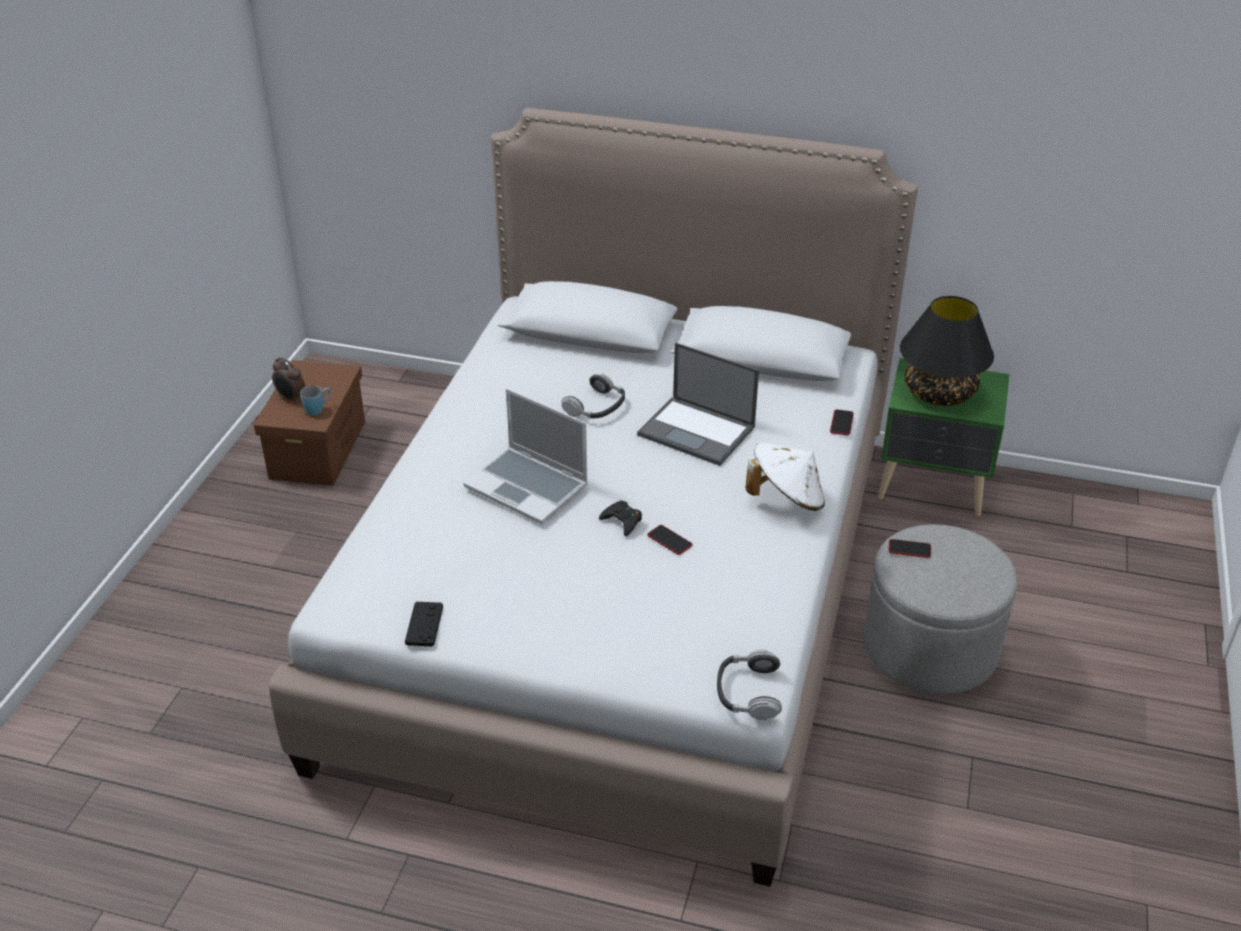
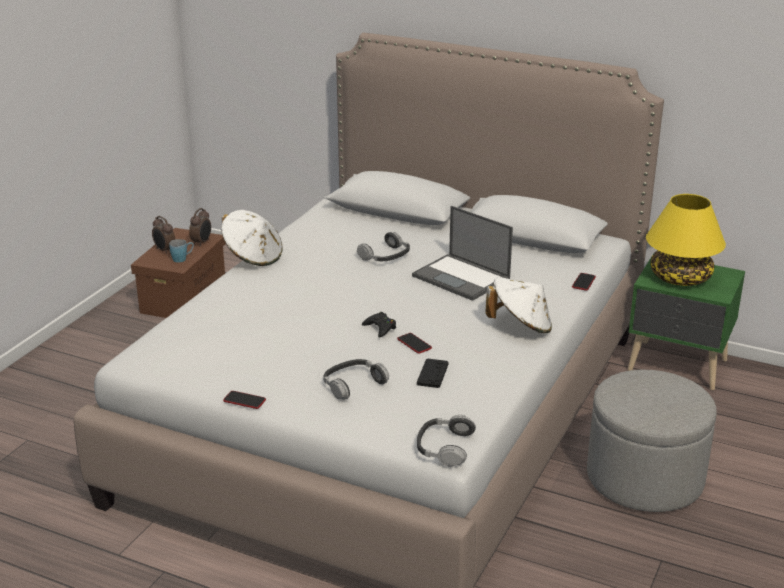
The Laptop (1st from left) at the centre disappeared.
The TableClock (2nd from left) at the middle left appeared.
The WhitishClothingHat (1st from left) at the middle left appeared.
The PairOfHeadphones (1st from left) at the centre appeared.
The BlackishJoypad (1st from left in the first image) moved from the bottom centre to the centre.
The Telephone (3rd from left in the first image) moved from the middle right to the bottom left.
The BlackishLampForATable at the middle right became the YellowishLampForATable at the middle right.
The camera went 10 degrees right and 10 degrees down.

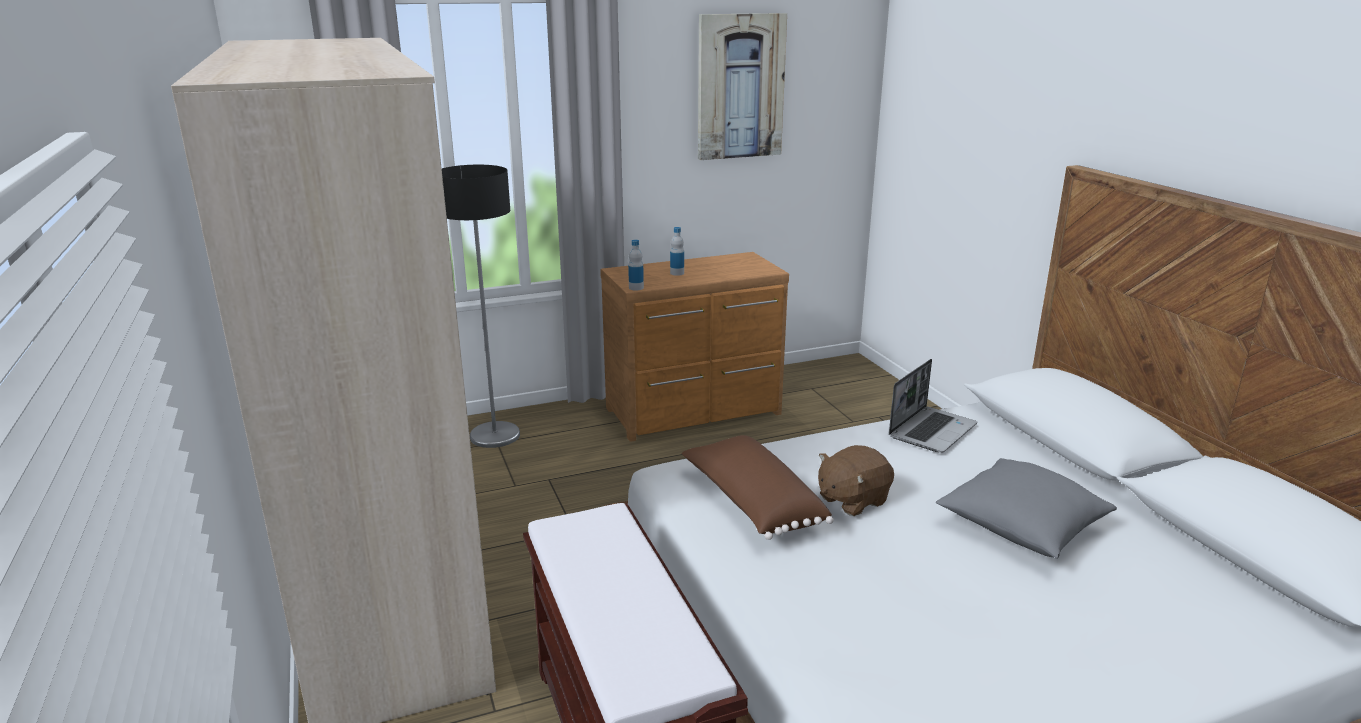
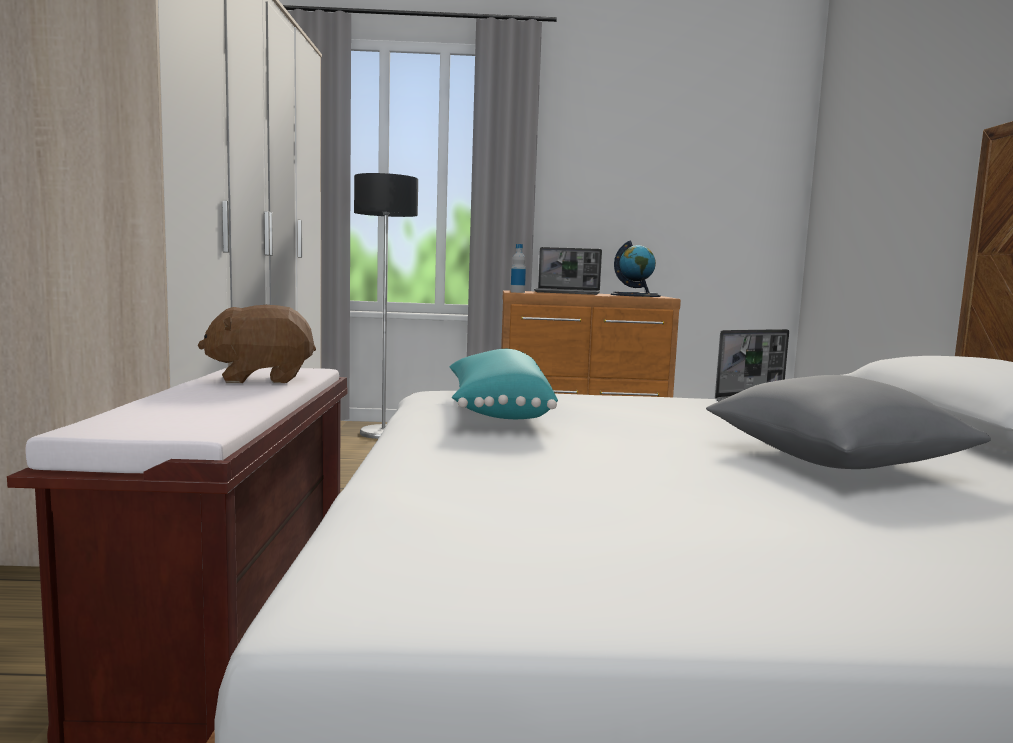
The Picture at the top centre disappeared.
The WorldGlobe at the centre appeared.
The BrownishCuddlyToy moved from the centre to the middle left.
The BeverageBottle (2nd from left) at the centre was replaced by the Laptop (1st from left) at the centre.
The BrownishThrowPillow at the bottom centre became the BlueGreenThrowPillow at the centre.
The camera went 20 degrees right and 15 degrees down.

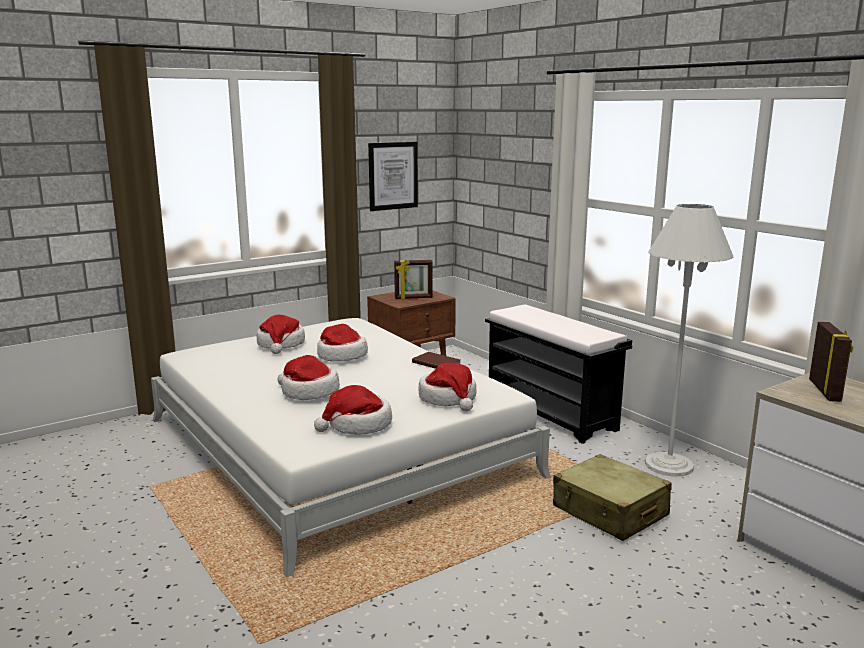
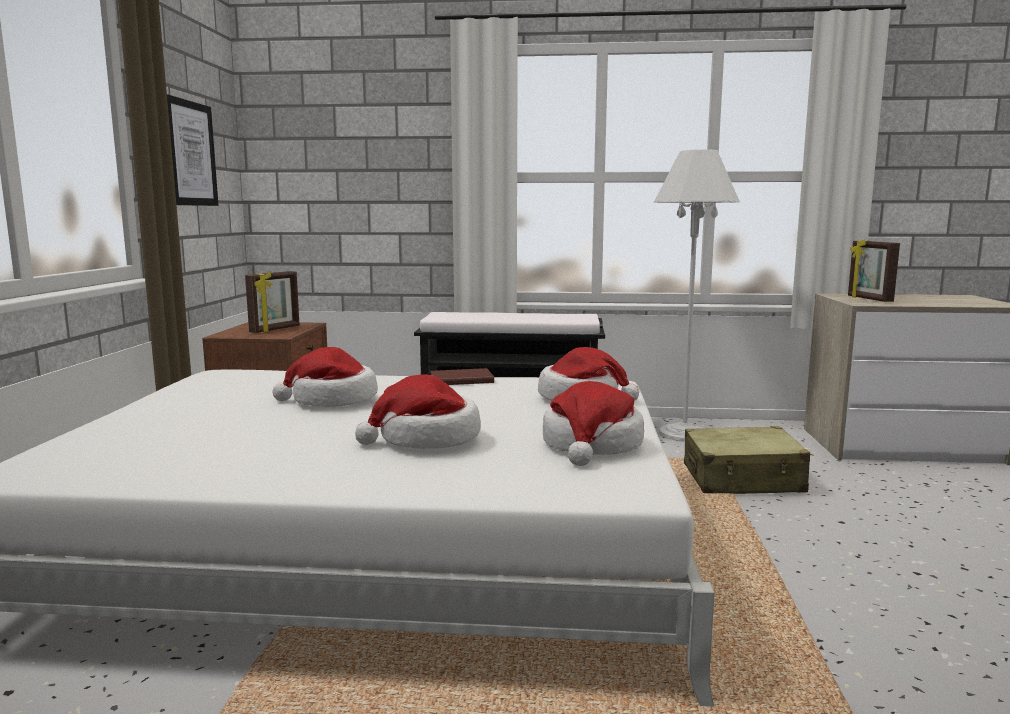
The ClothingHat (1st from left) at the middle left disappeared.
The StandingFrame (2nd from left) at the middle right turned 150 degrees counterclockwise.
The camera went 50 degrees left and 5 degrees down.

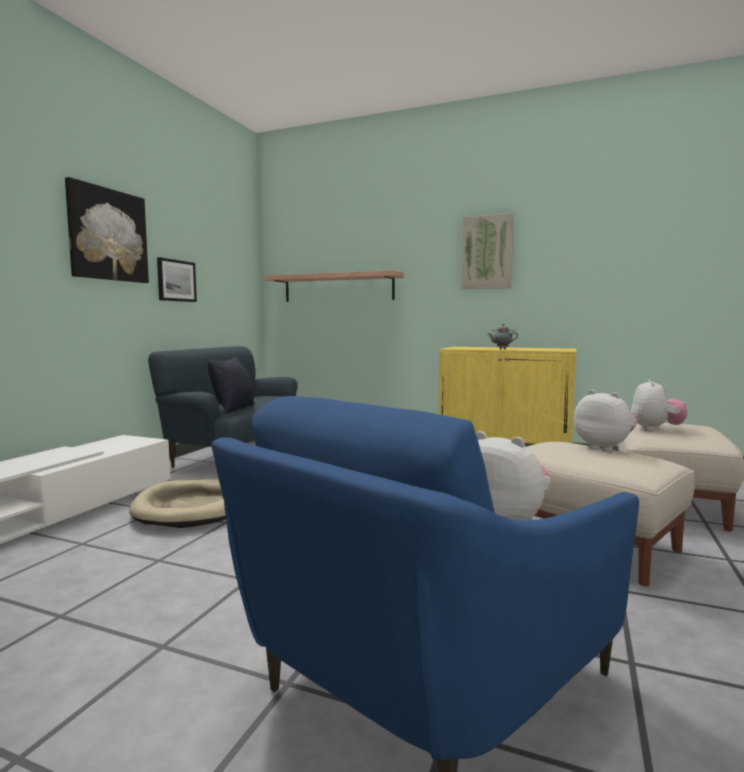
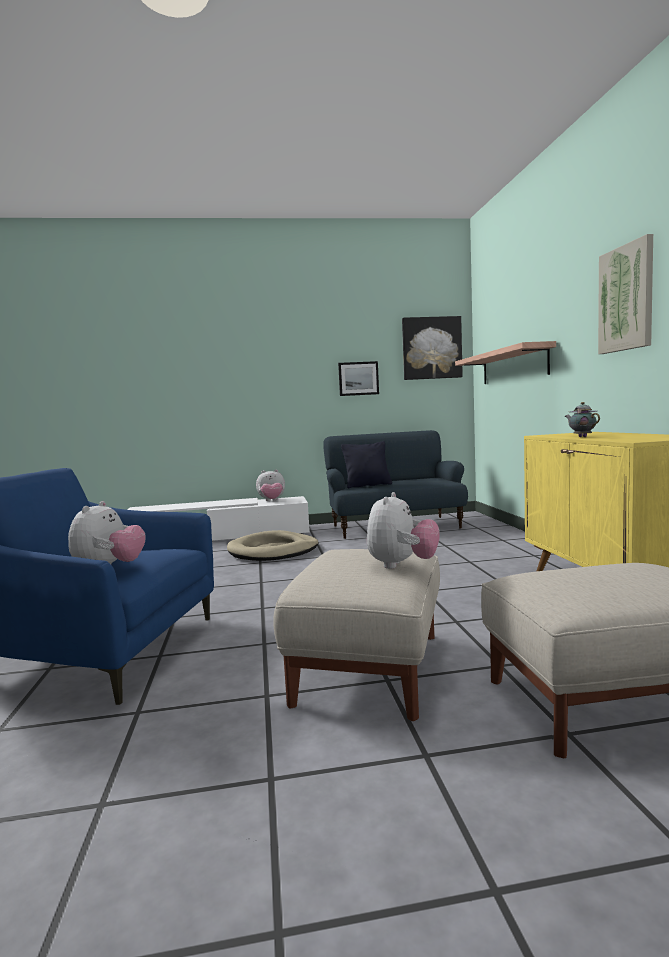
The Picture (1st from left in the first image) moved from the top left to the centre.
The CuddlyToy (3rd from left in the first image) moved from the middle right to the centre.
The camera went 60 degrees right and 0 degrees up.

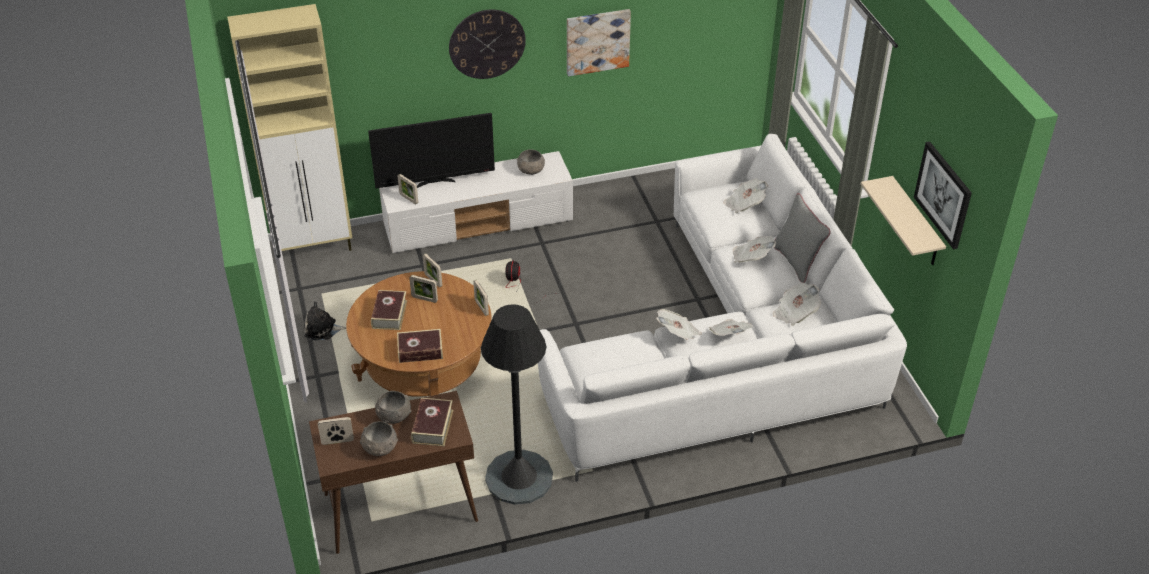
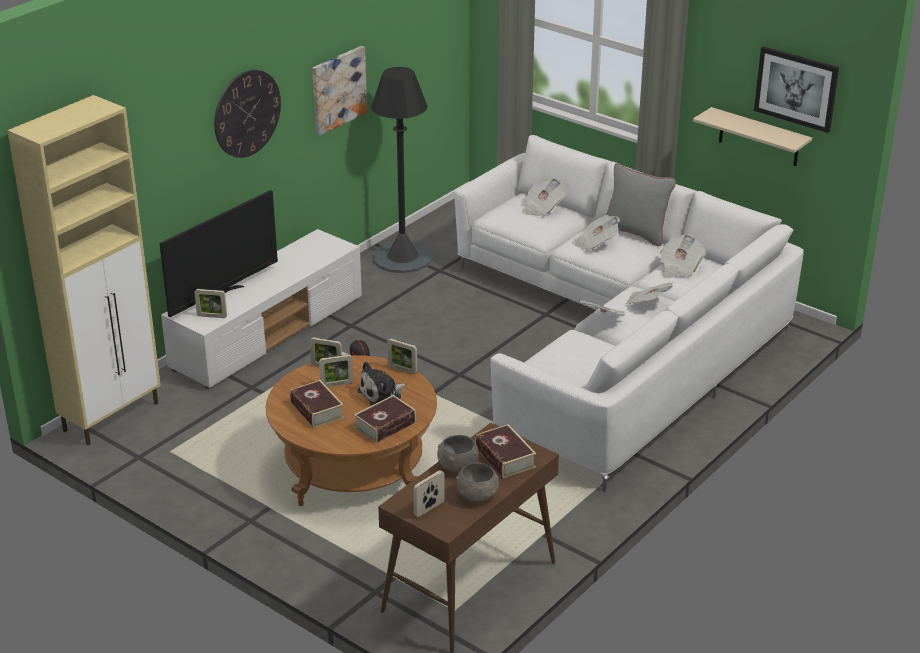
The GrayDeepDish (3rd from left) at the top centre disappeared.
The CuddlyToy moved from the middle left to the centre.
The BlackishFloorLamp moved from the bottom centre to the top centre.
The camera went 35 degrees left and 10 degrees down.

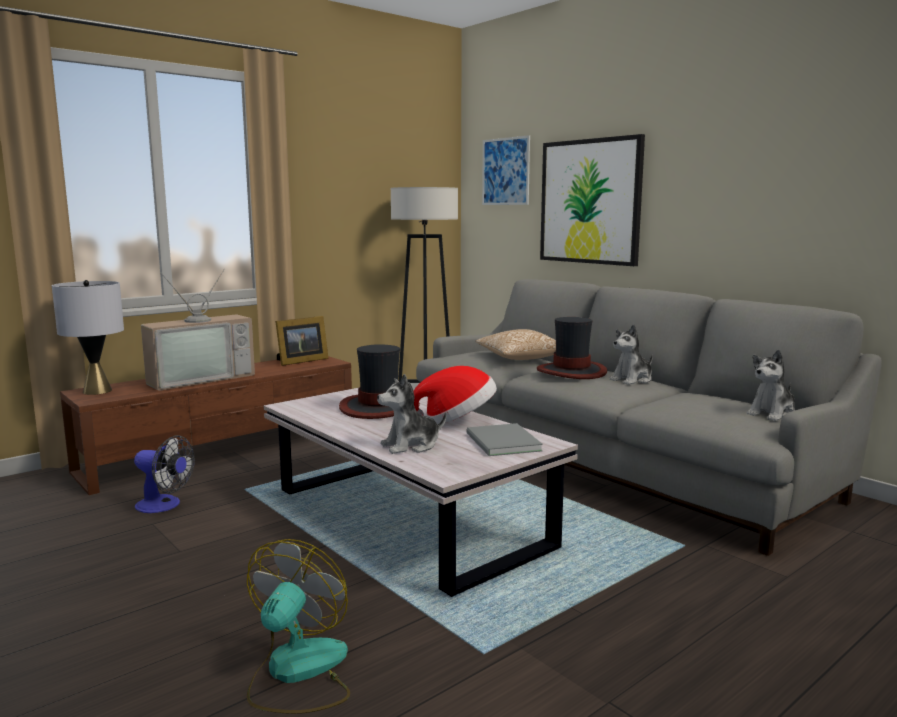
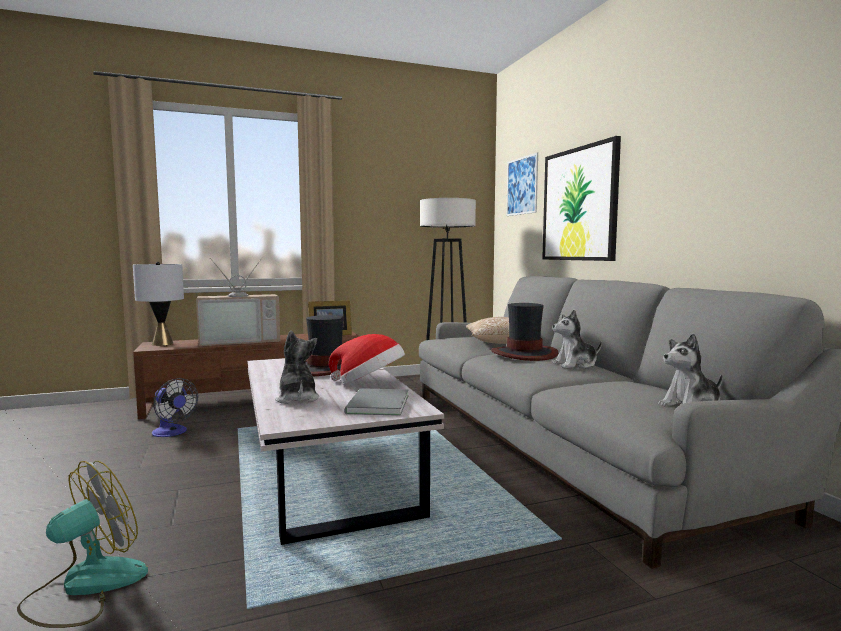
The CuddlyToy (1st from left) at the centre turned 75 degrees clockwise.
The camera went 20 degrees right and 5 degrees down.

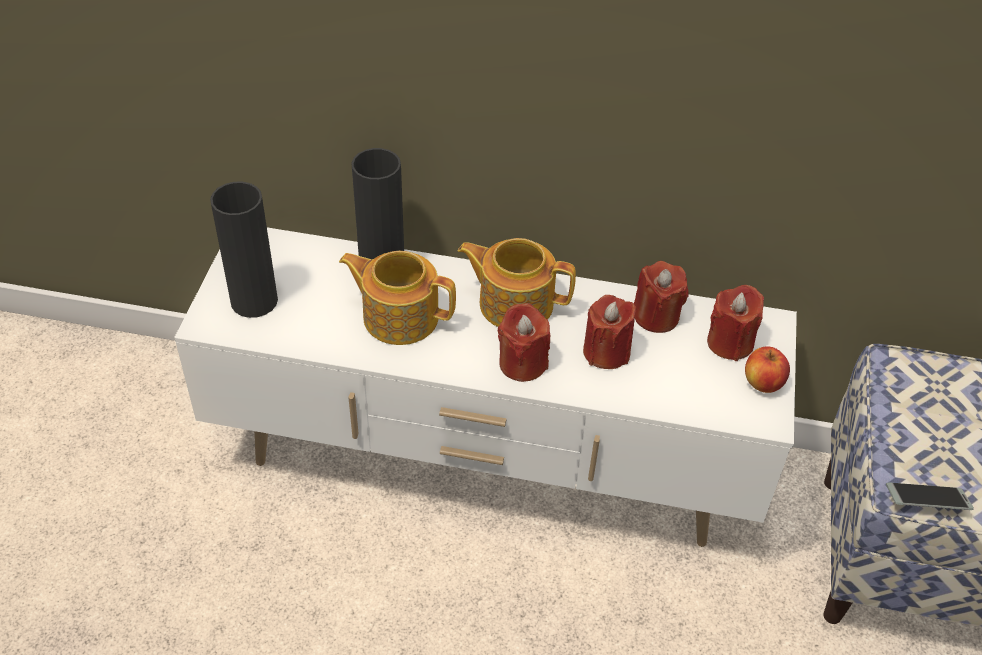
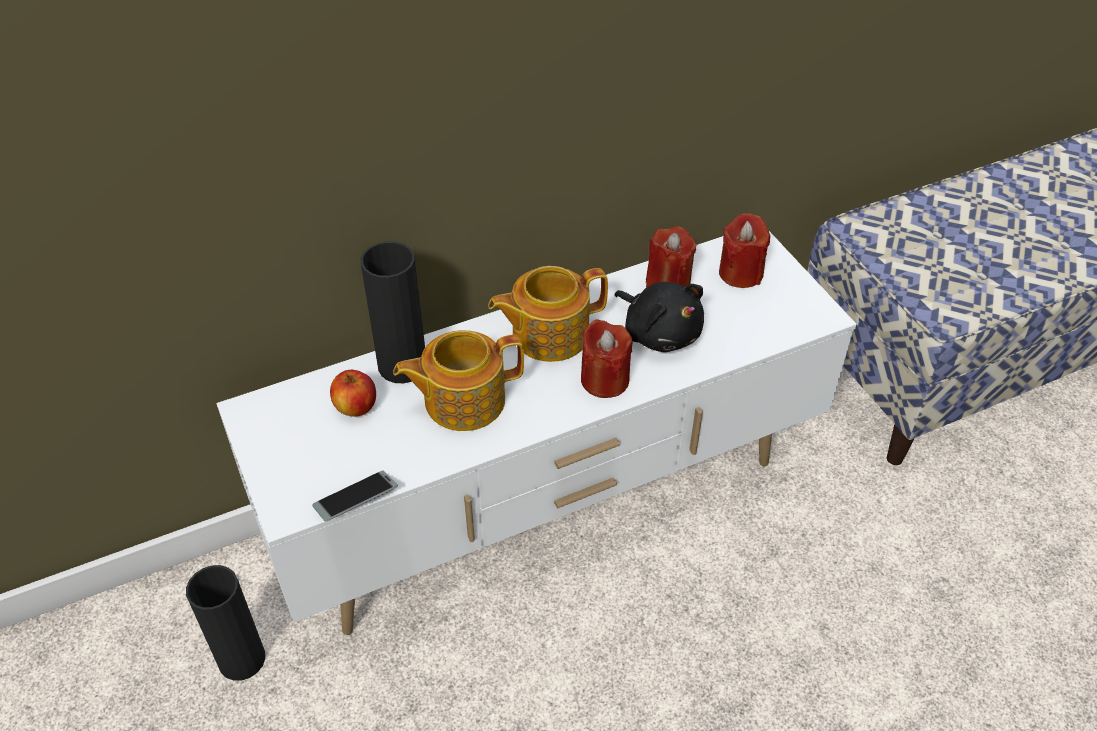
The BlackishDecorativeVase (1st from left) moved from the middle left to the bottom left.
The WholeApple moved from the middle right to the middle left.
The Telephone moved from the bottom right to the bottom left.
The RedColouredWaxLight (2nd from left) at the centre was replaced by the BlackishCuddlyToy at the centre.
The camera went 35 degrees left and 0 degrees up.

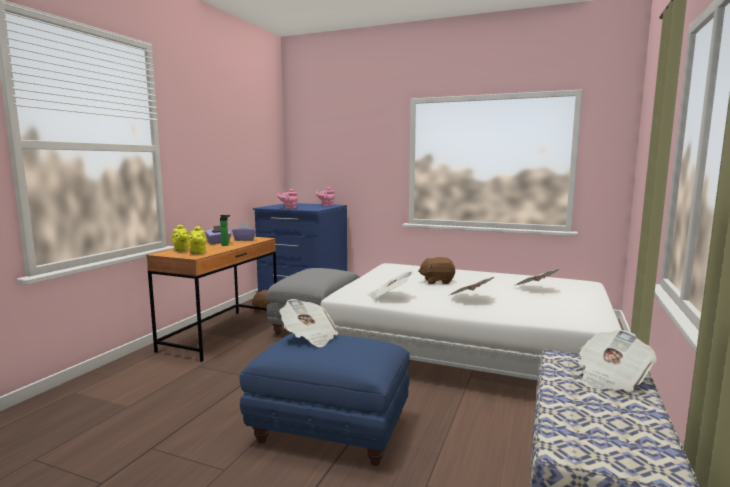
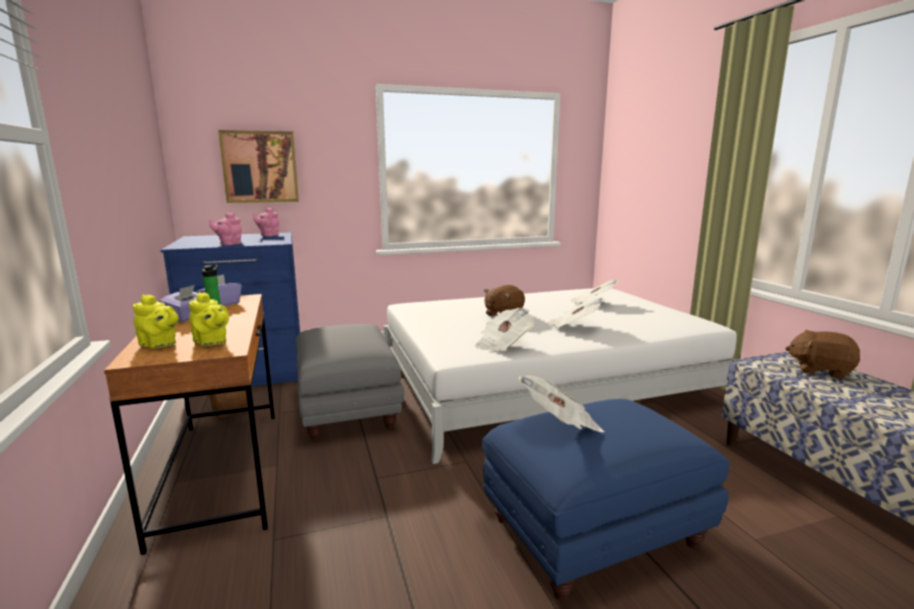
The Picture at the top left appeared.
The PrintedPaper (5th from left) at the bottom right was replaced by the BrownishCuddlyToy (3rd from left) at the middle right.
The camera went 40 degrees left and 5 degrees up.

